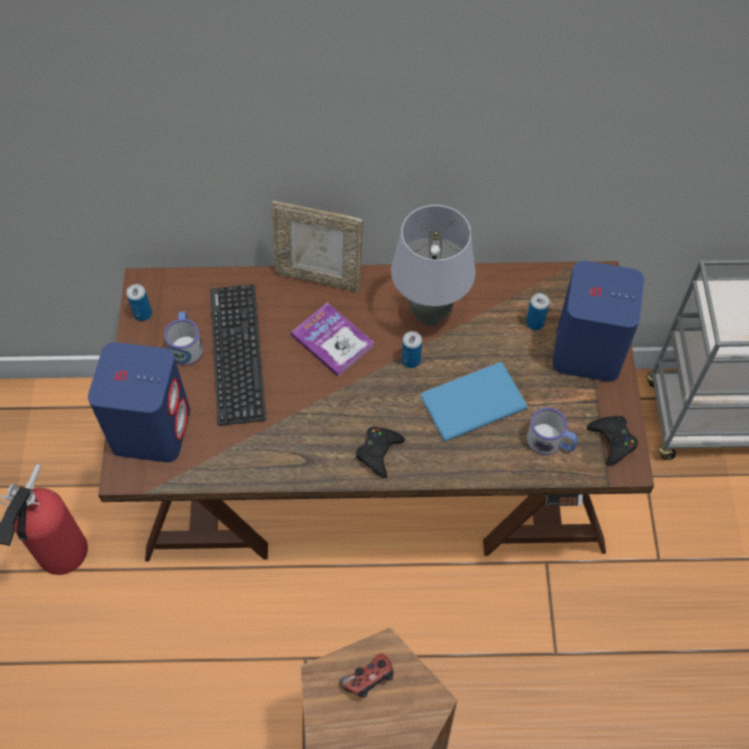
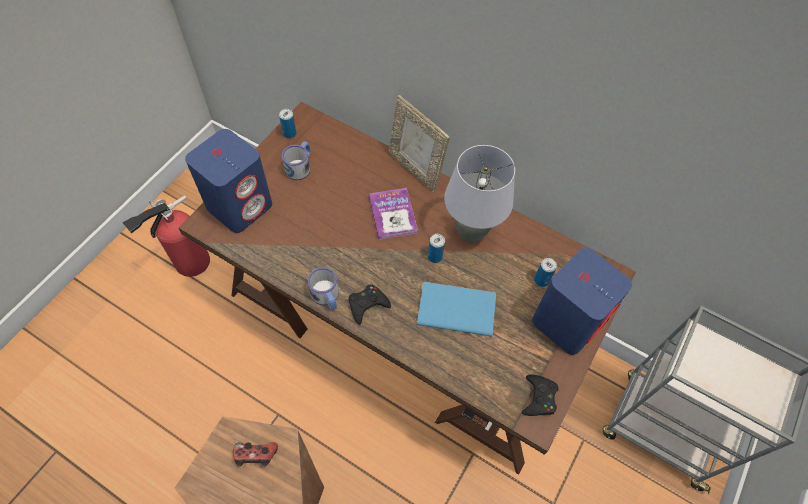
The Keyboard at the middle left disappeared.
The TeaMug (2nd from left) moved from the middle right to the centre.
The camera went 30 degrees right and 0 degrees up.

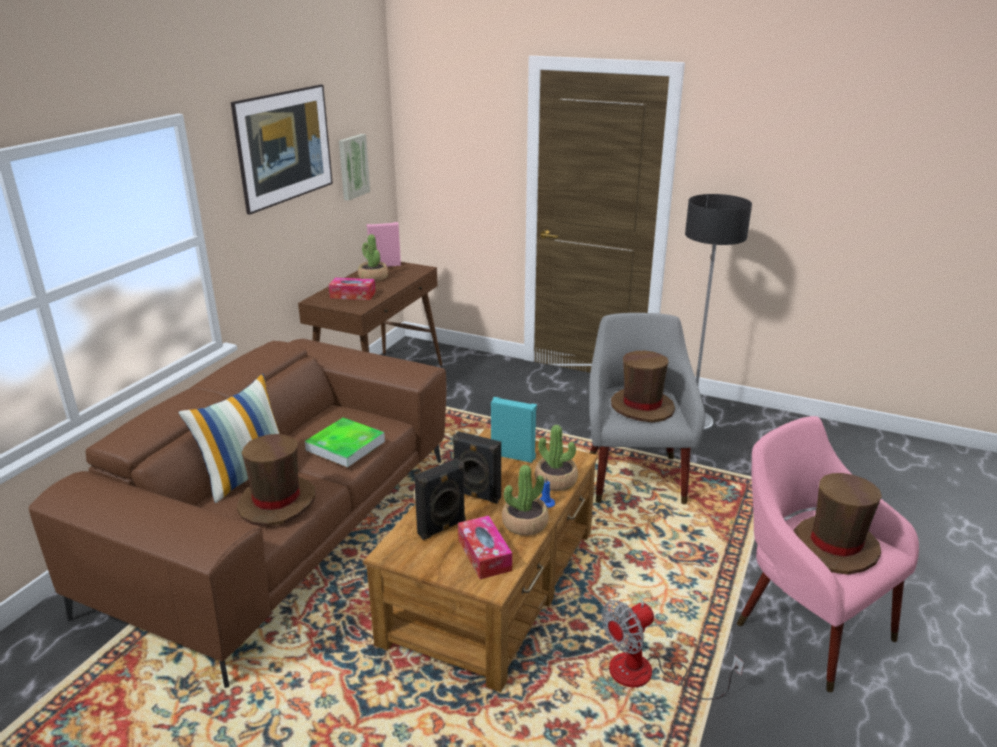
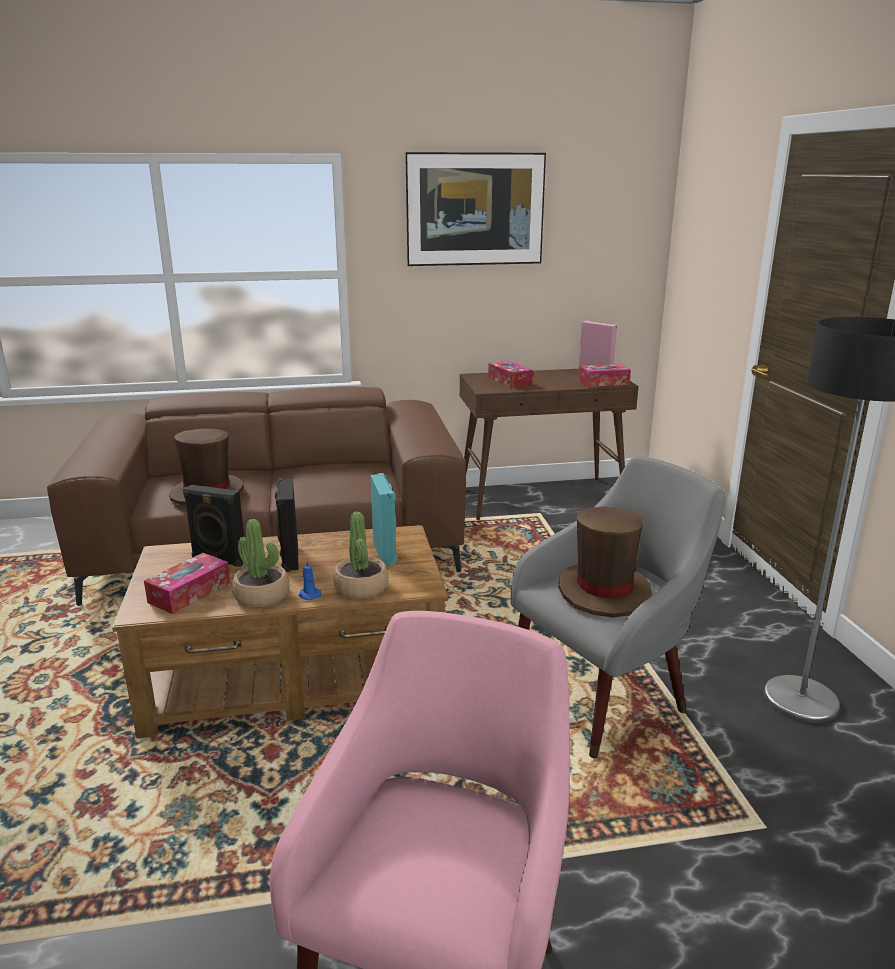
The ThrowPillow at the middle left disappeared.
The ServingTray at the centre disappeared.
The Picture (2nd from left) at the top centre disappeared.
The Houseplant (1st from left) at the centre disappeared.
The Fan at the bottom right disappeared.
The BrownishClothingHat (3rd from left) at the bottom right disappeared.
The TissueHolder (3rd from left) at the middle right appeared.
The camera went 55 degrees right and 5 degrees down.

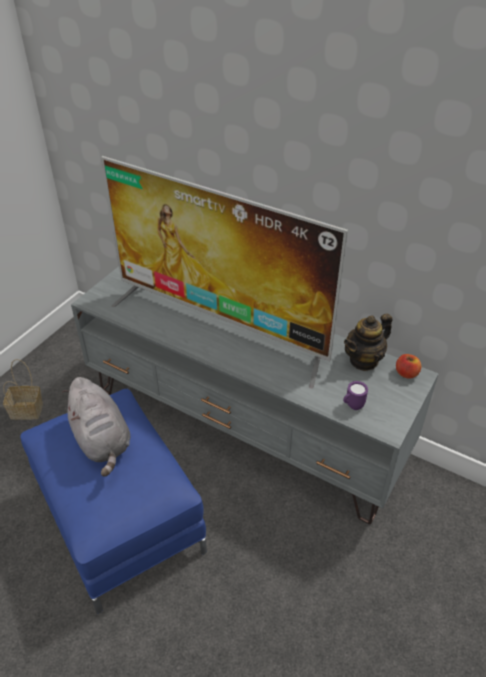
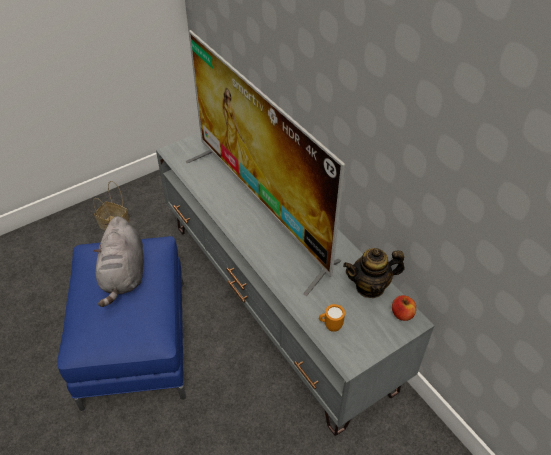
The PurplishTeaMug at the middle right became the OrangeTeaMug at the bottom centre.
The camera went 25 degrees right and 5 degrees up.

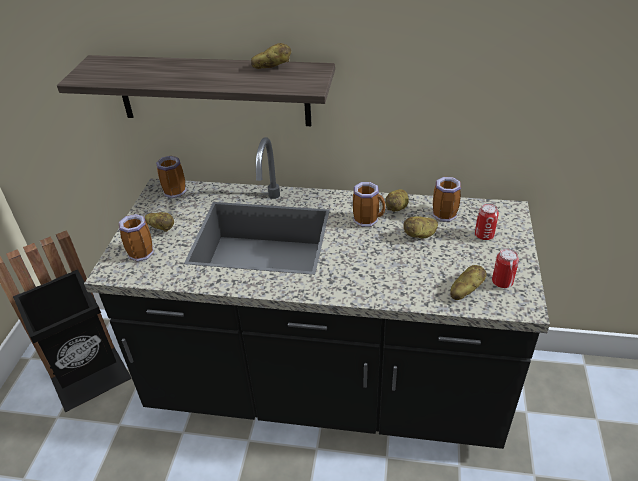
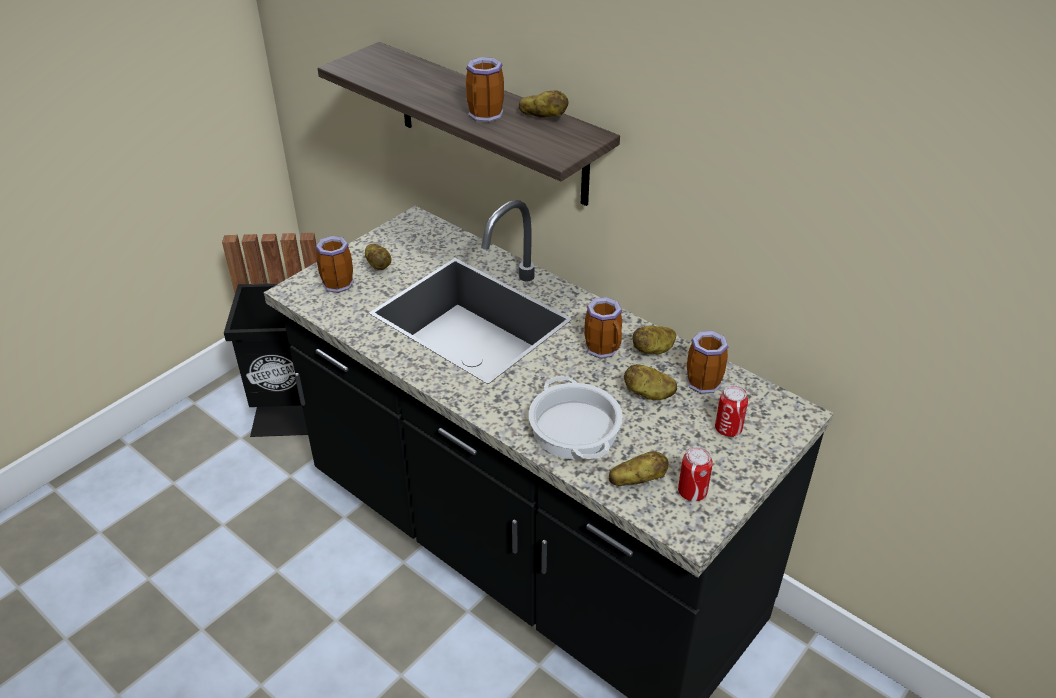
The CookingPot at the centre appeared.
The TeaMug (2nd from left) moved from the middle left to the top centre.
The camera went 30 degrees right and 0 degrees up.

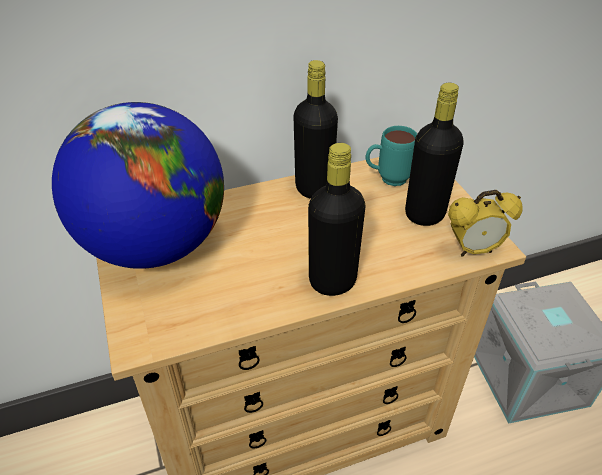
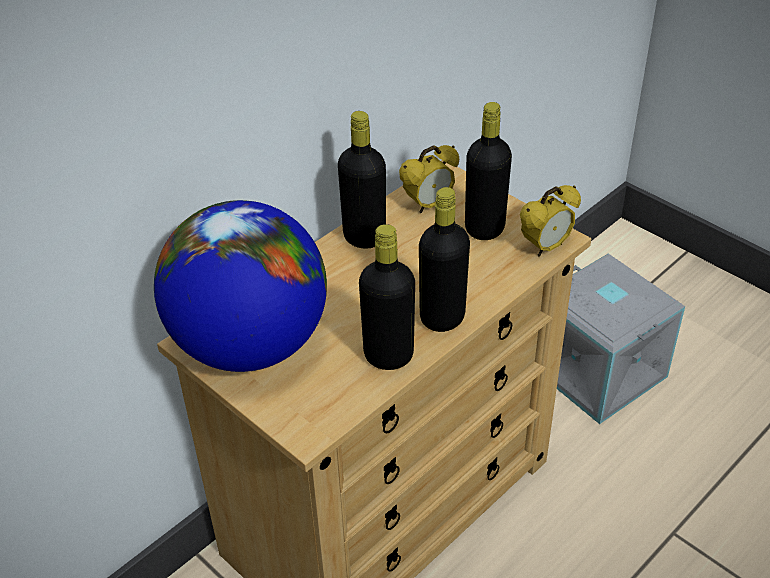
The BlackishBeverageBottle (2nd from left) at the centre appeared.
The BlueGreenTeaMug at the top centre was replaced by the TableClock (1st from left) at the top centre.
The camera went 25 degrees left and 0 degrees up.

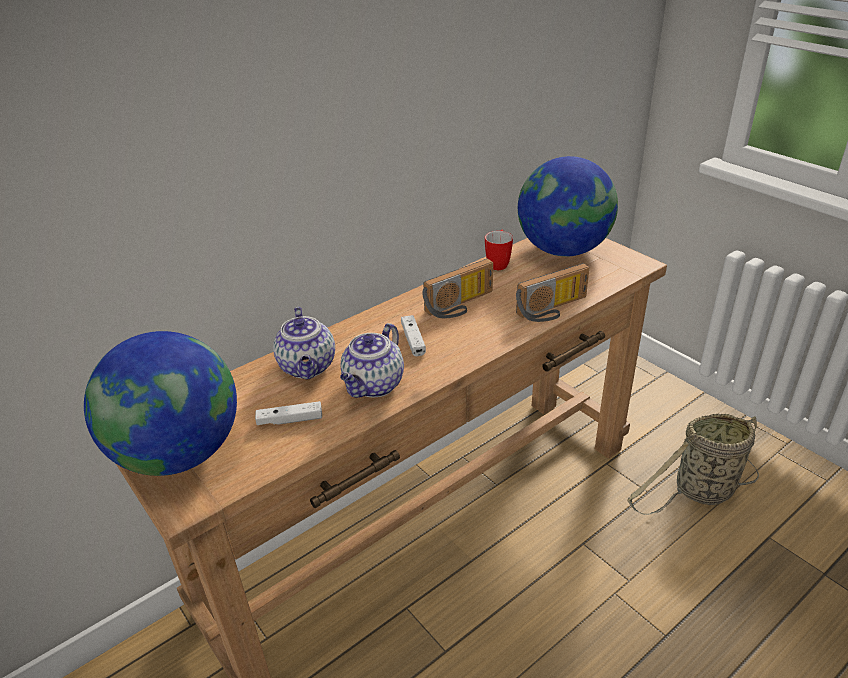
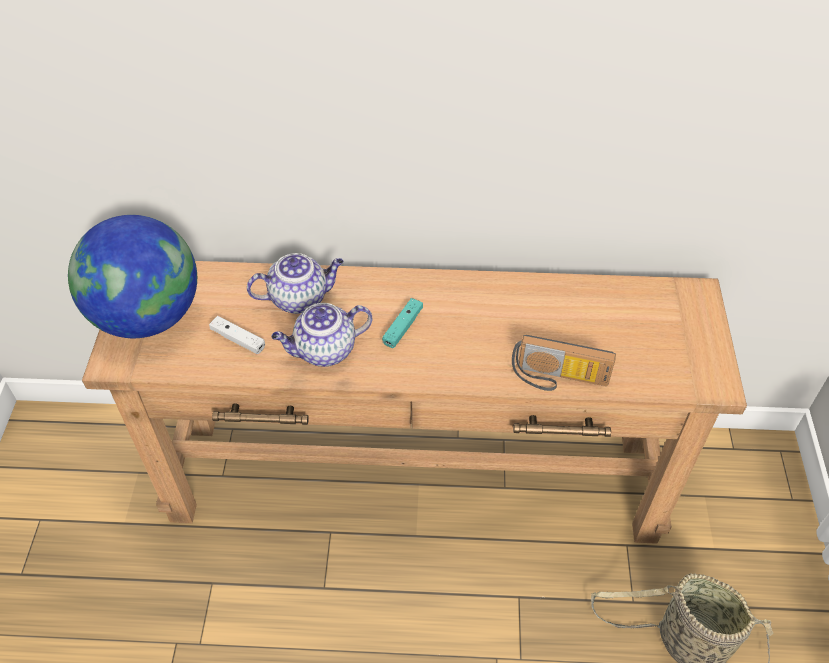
The RadioSet (1st from left) at the centre disappeared.
The TeaMug at the centre disappeared.
The WorldGlobe (2nd from left) at the top right disappeared.
The WhitishJoypad (2nd from left) at the centre became the BlueGreenJoypad at the centre.
The TeaPot (1st from left) at the centre turned 135 degrees counterclockwise.
The camera went 40 degrees right and 15 degrees up.

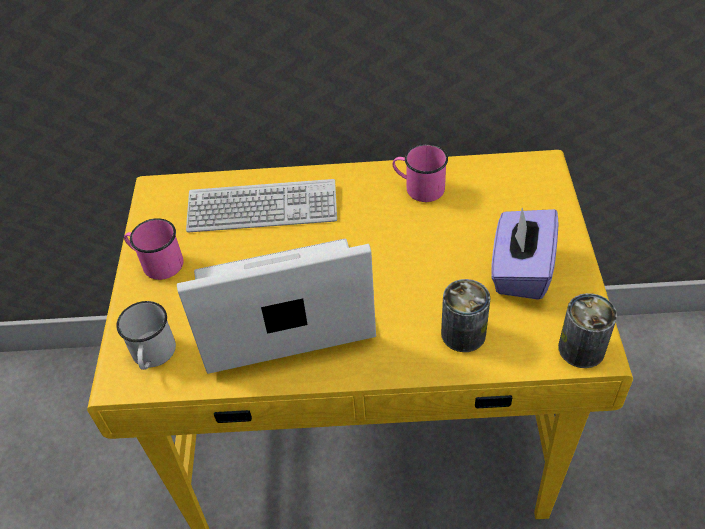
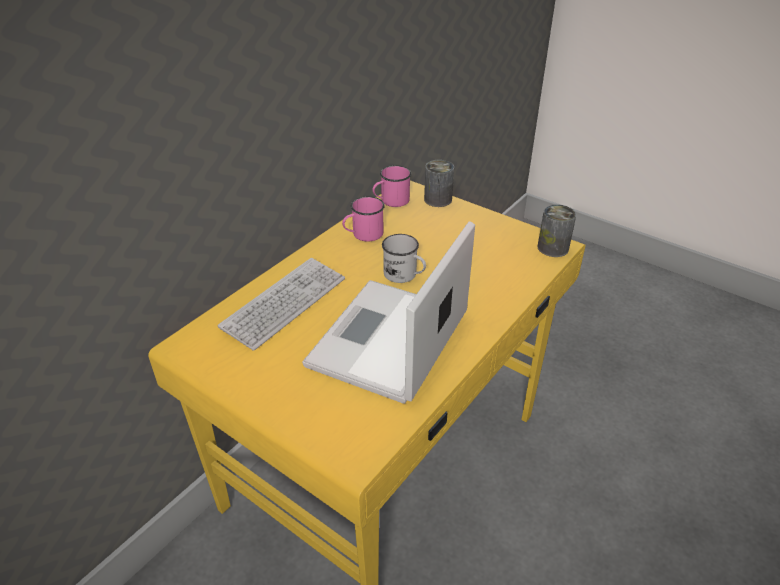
The PurplishTissueHolder at the middle right disappeared.
The WhitishTeaMug moved from the middle left to the centre.
The PinkishTeaMug (1st from left in the first image) moved from the middle left to the top centre.
The SealedCan (1st from left) moved from the centre to the top centre.
The camera went 55 degrees left and 10 degrees down.

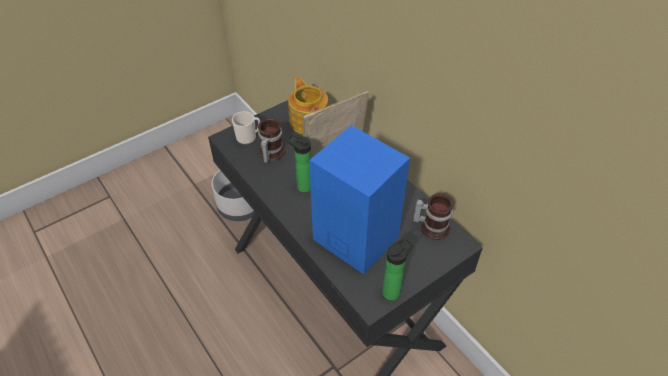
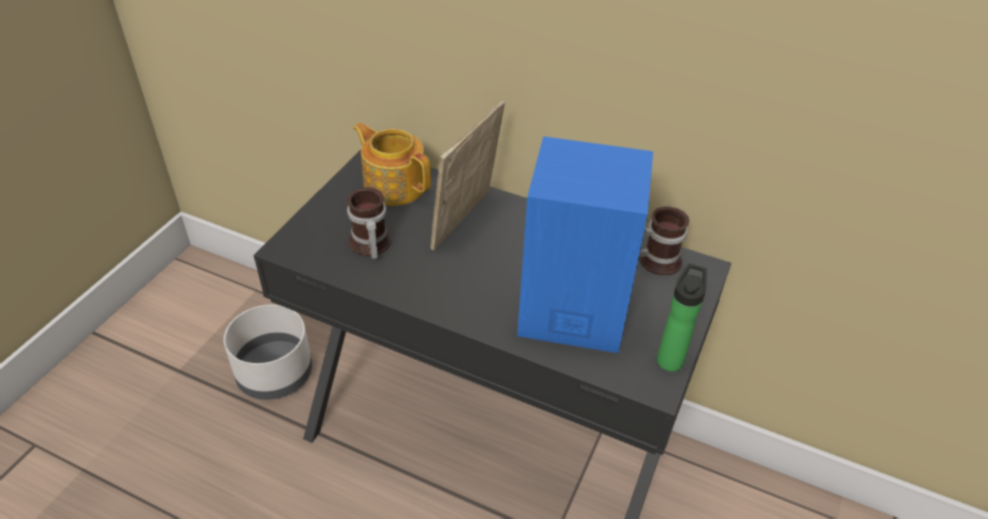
The TeaMug (1st from left) at the centre disappeared.
The BeverageBottle (1st from left) at the centre disappeared.
The camera went 30 degrees left and 5 degrees down.

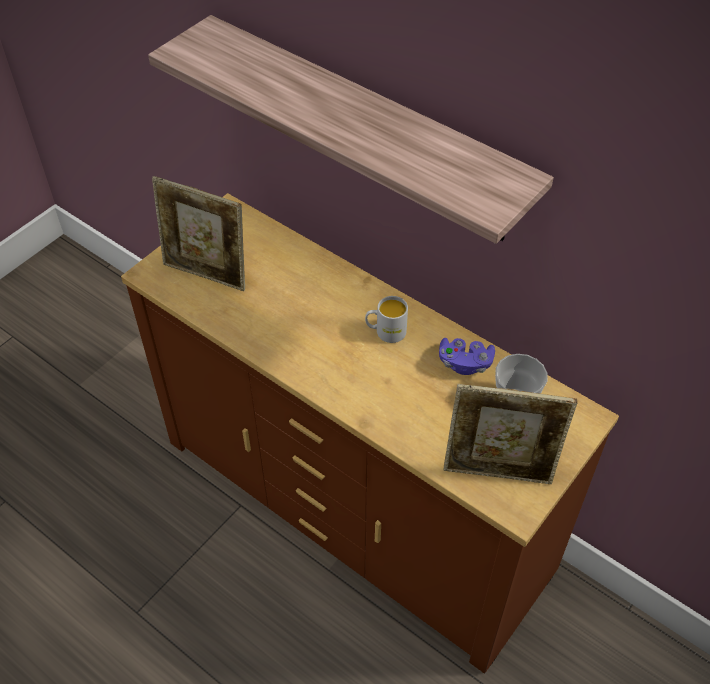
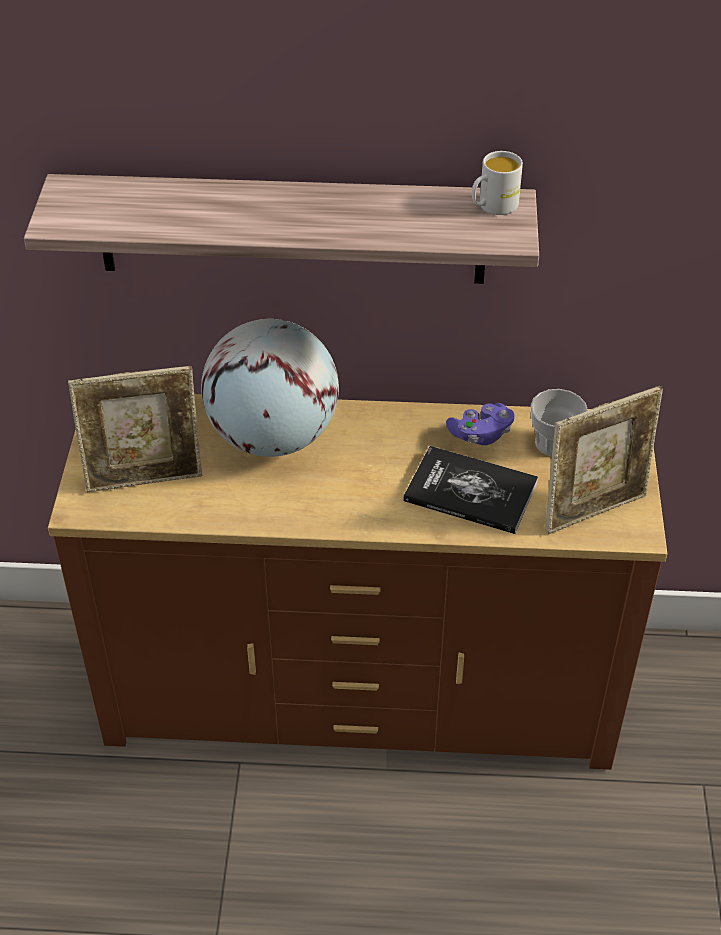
The WorldGlobe at the centre appeared.
The BoundBook at the centre appeared.
The WhitishTeaMug moved from the centre to the top right.
The camera went 35 degrees left and 5 degrees down.

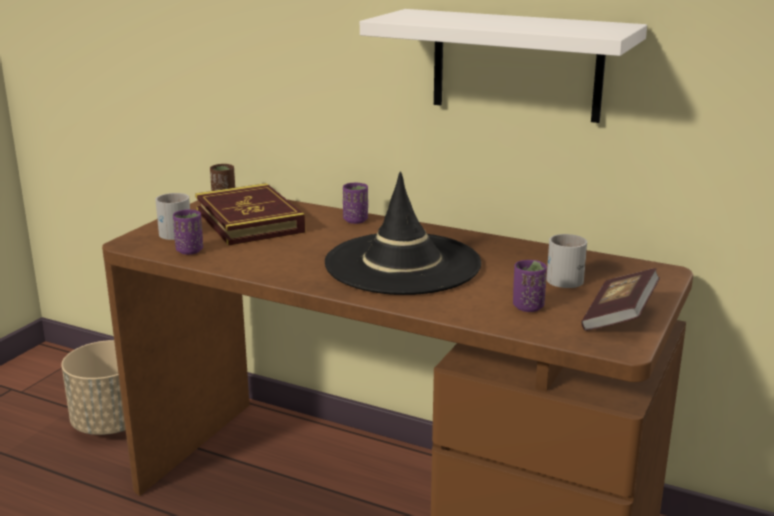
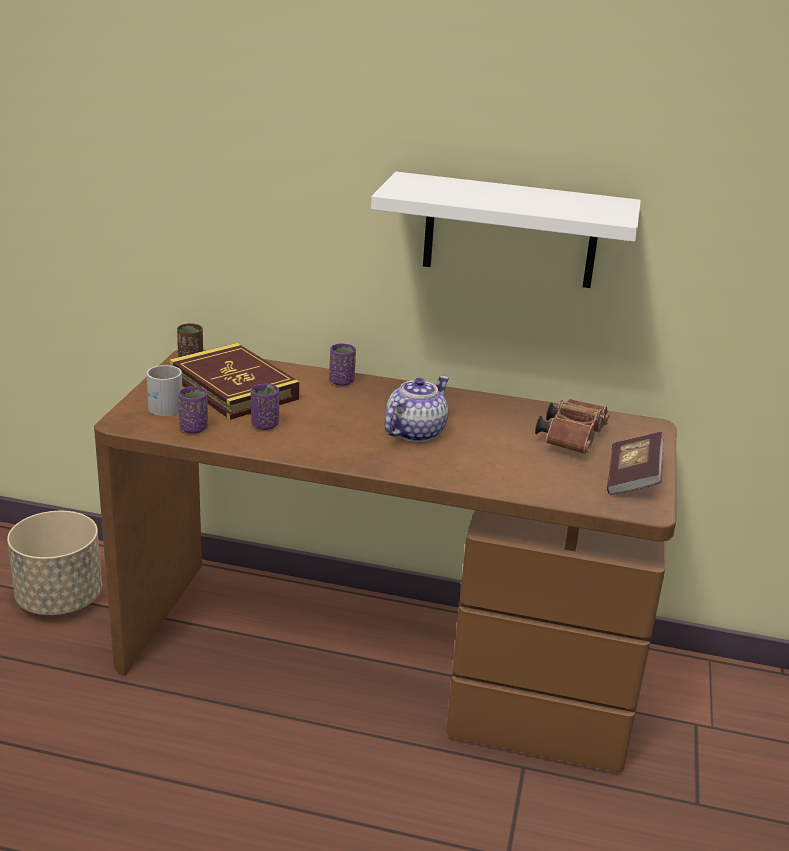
The PurplishSmallCup (3rd from left in the first image) moved from the middle right to the centre.
The BlackishClothingHat at the centre was replaced by the TeaPot at the centre.
The WhitishTeaMug (2nd from left) at the middle right was replaced by the BrownishBinoculars at the middle right.
The camera went 15 degrees left and 5 degrees up.

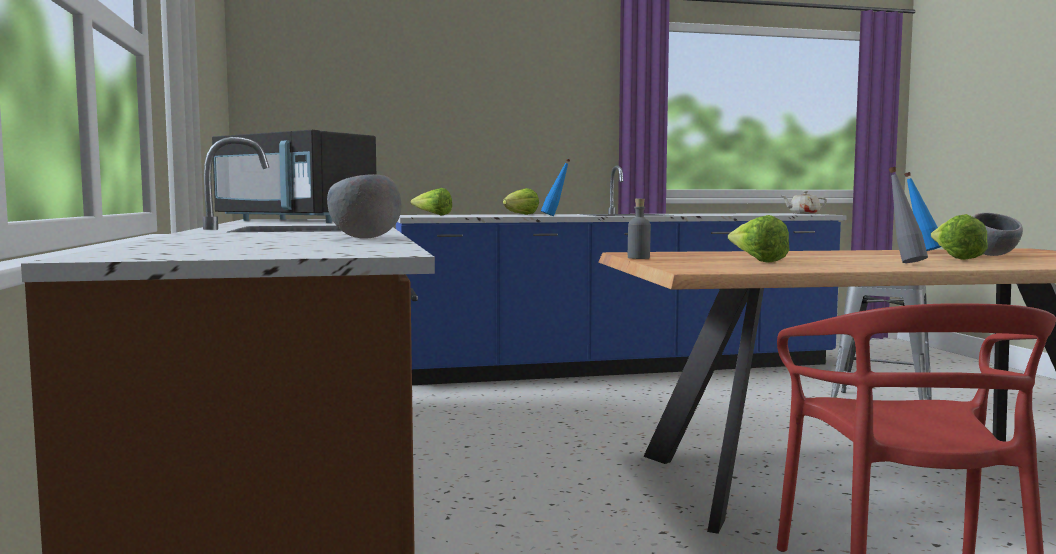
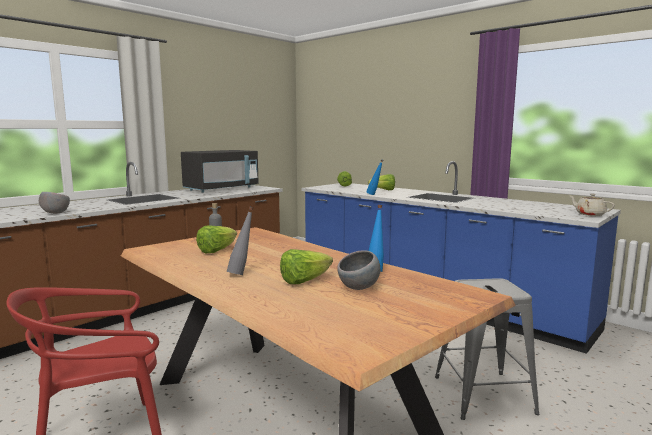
The BlackishMicrowave at the top left turned 135 degrees counterclockwise.
The camera went 55 degrees right and 5 degrees up.

